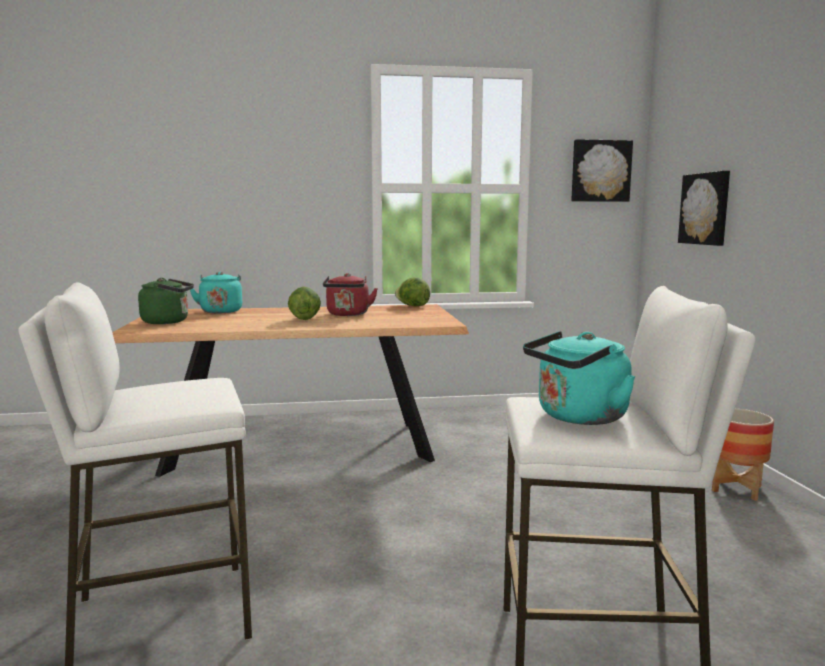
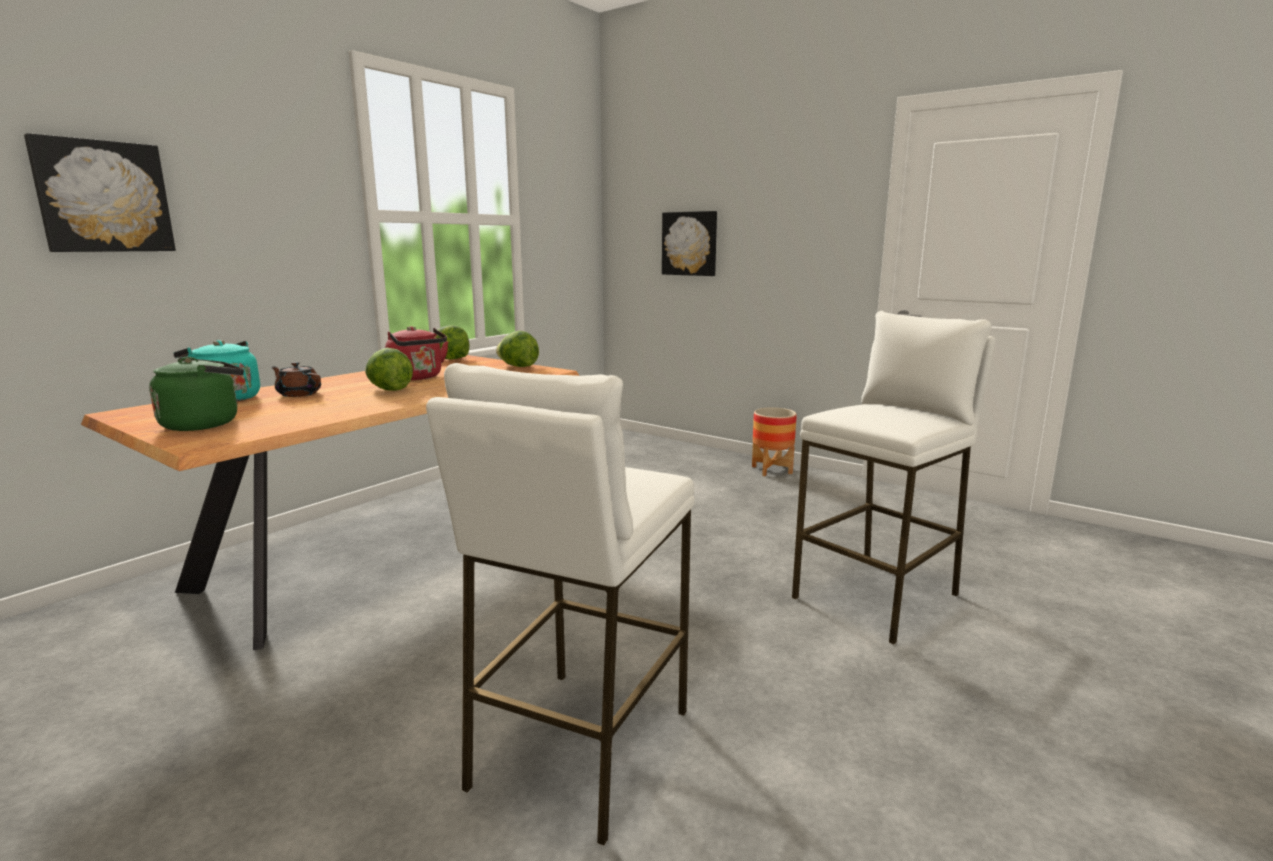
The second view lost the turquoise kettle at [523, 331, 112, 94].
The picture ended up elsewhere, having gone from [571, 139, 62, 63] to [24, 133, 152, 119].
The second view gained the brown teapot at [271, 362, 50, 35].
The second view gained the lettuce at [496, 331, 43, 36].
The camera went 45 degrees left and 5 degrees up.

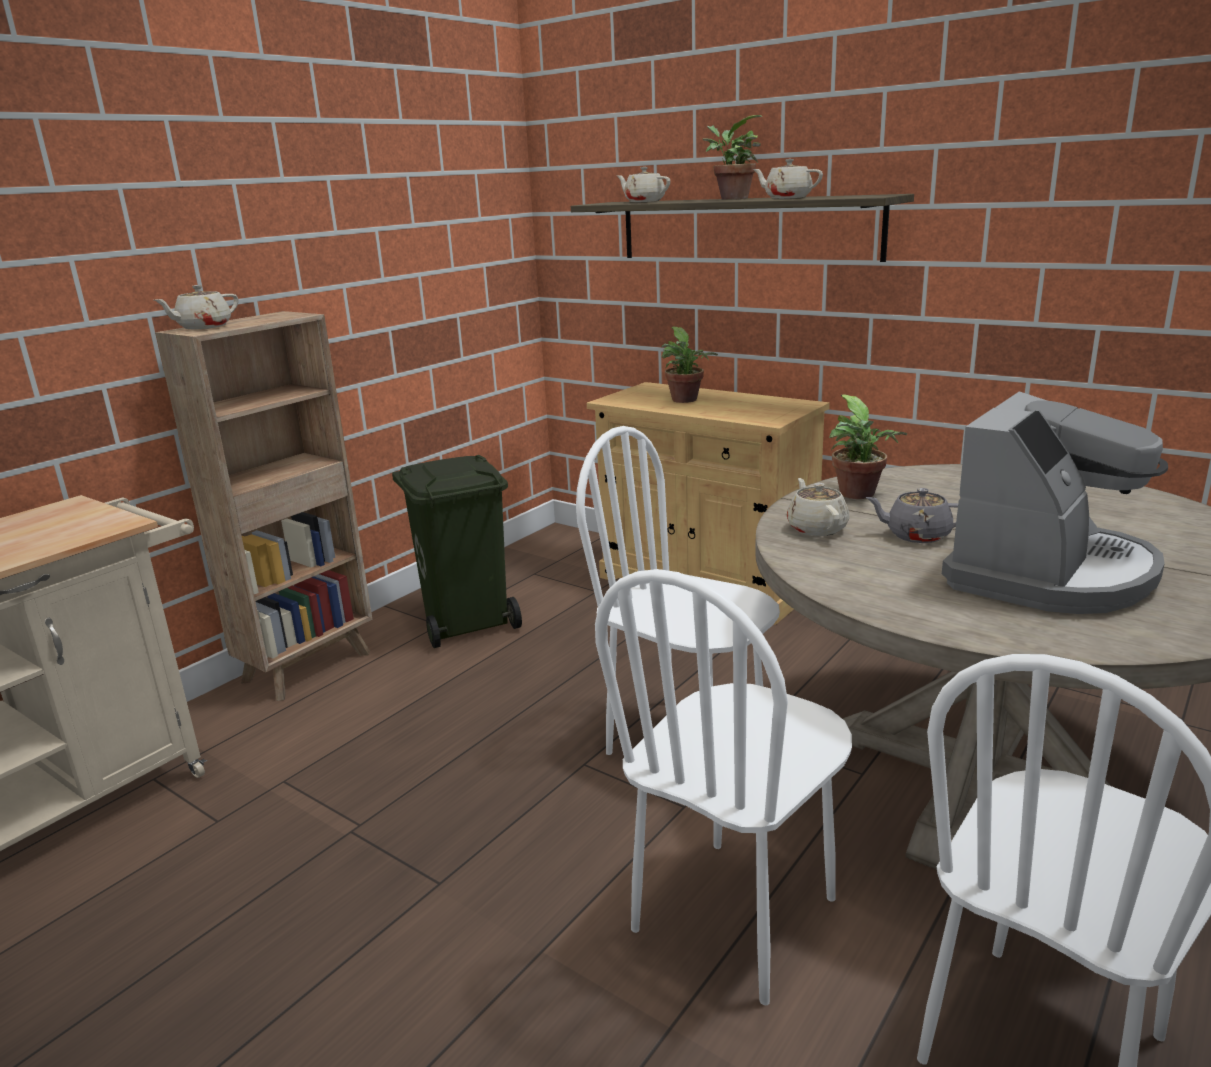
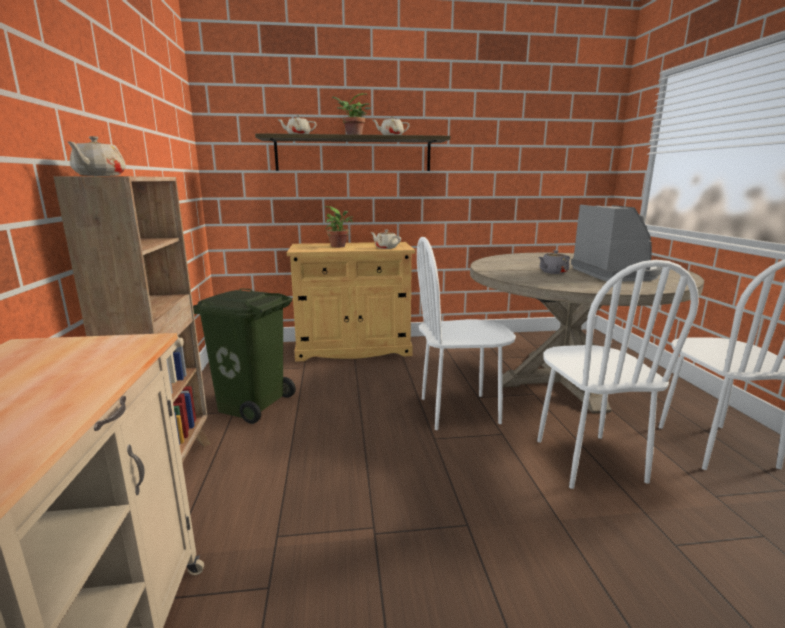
The beige teapot ended up elsewhere, having gone from [787, 478, 63, 58] to [371, 230, 30, 19].
The second view lost the potted plant at [829, 394, 78, 105].
The camera went 45 degrees left and 5 degrees down.

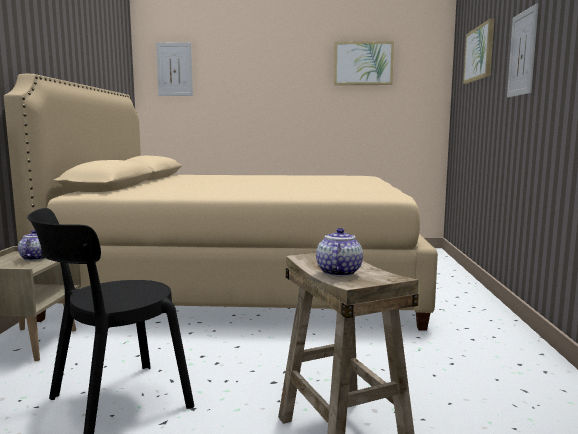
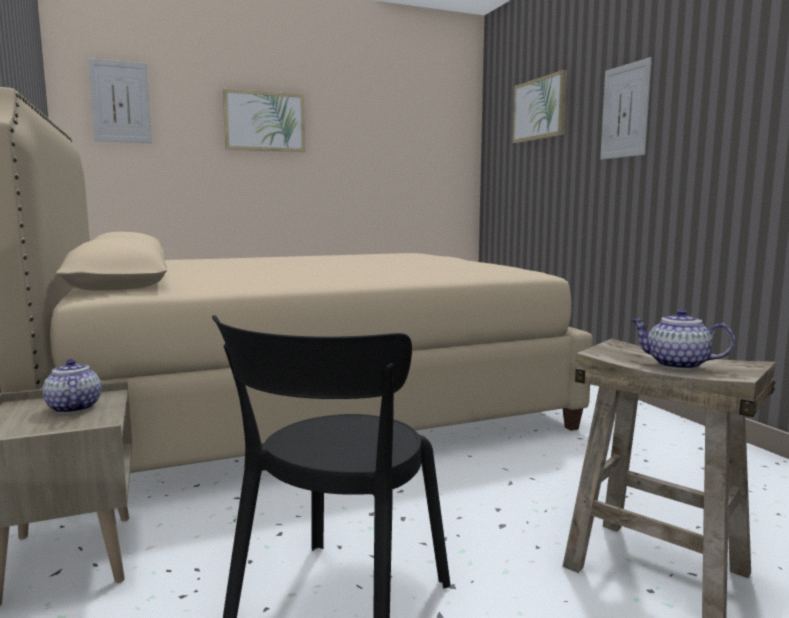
The teapot at [316, 228, 47, 49] ended up facing another way, 45 degrees counterclockwise from before.
The picture ended up elsewhere, having gone from [334, 41, 60, 44] to [223, 89, 82, 63].
The camera went 25 degrees left and 0 degrees up.

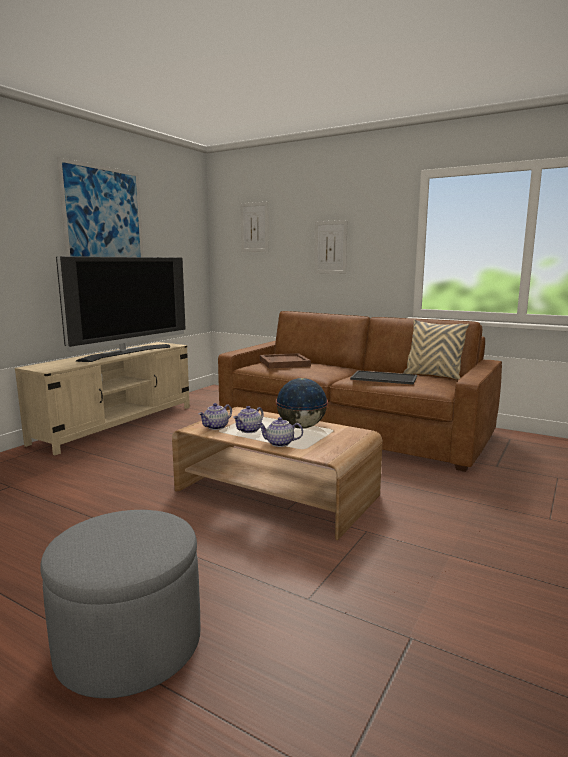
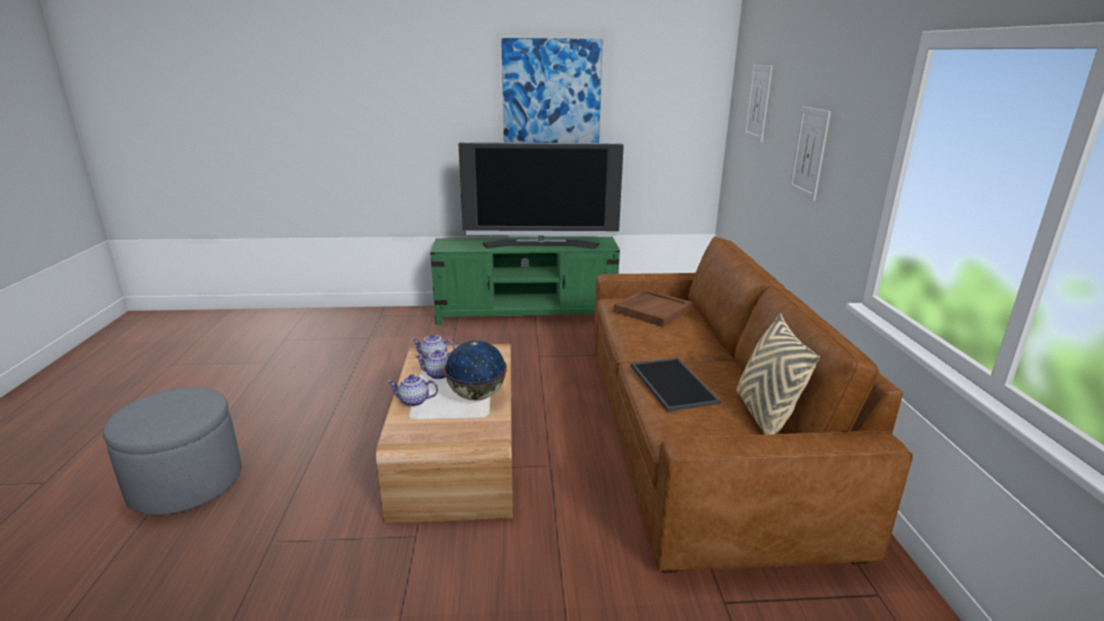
What was the beige tv stand at [15, 342, 175, 113] turned into the green tv stand at [430, 237, 190, 88].
The teapot at [257, 417, 46, 30] ended up facing another way, 60 degrees counterclockwise from before.
The camera went 55 degrees right and 10 degrees up.

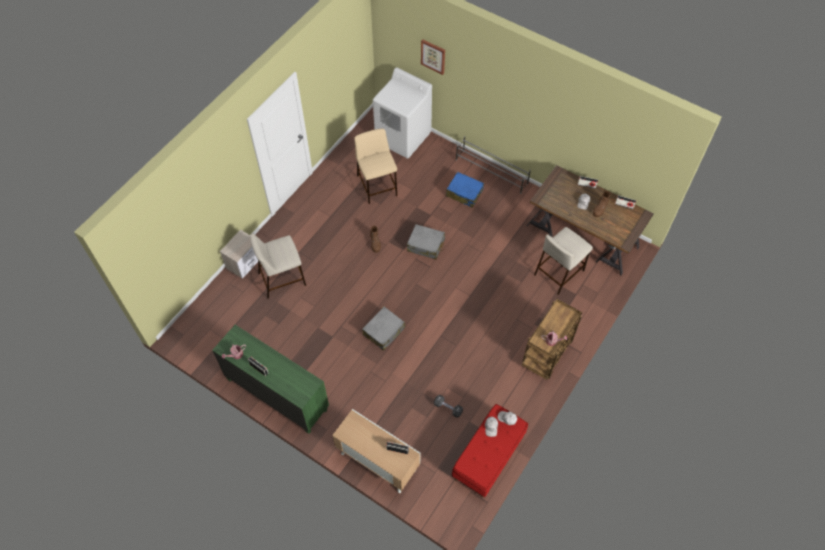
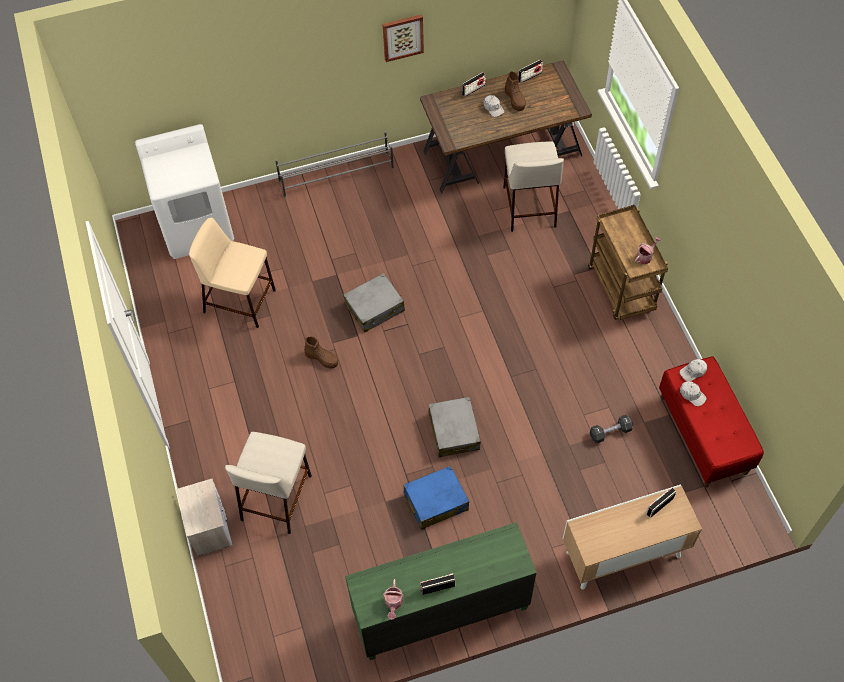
The picture ended up elsewhere, having gone from [421, 39, 24, 36] to [383, 14, 41, 48].
The blue suitcase ended up elsewhere, having gone from [446, 172, 38, 36] to [404, 466, 65, 64].
The camera went 50 degrees left and 0 degrees up.

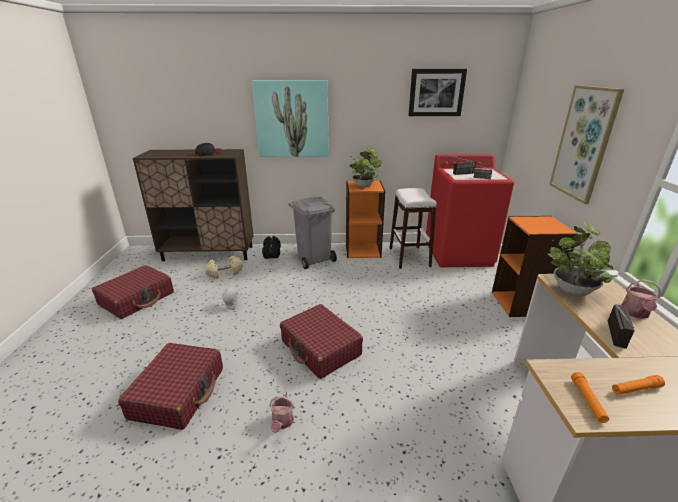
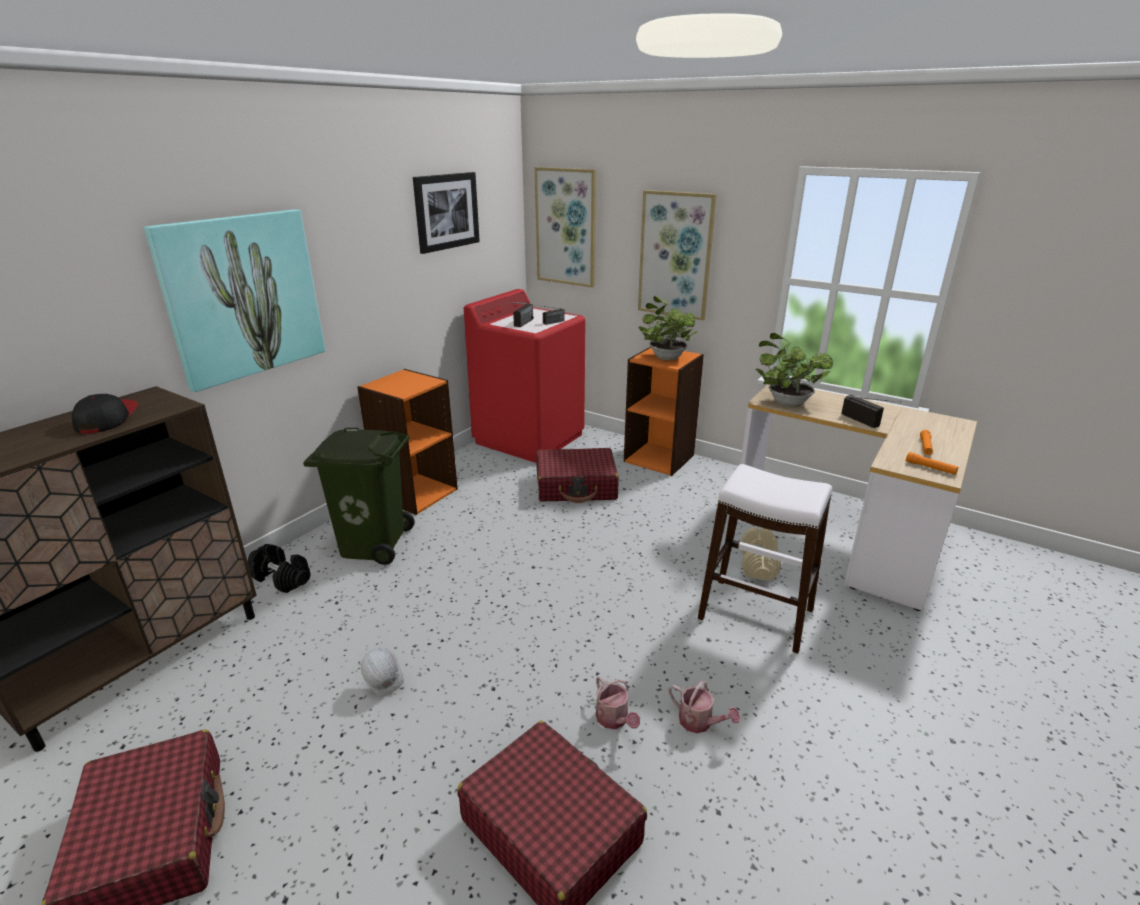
The beige dumbbell ended up elsewhere, having gone from [205, 256, 38, 23] to [741, 527, 40, 53].
The red suitcase ended up elsewhere, having gone from [280, 304, 83, 75] to [536, 448, 83, 55].
What was the grey trash can at [288, 197, 49, 72] turned into the green trash can at [303, 428, 112, 137].
The potted plant ended up elsewhere, having gone from [350, 147, 32, 41] to [638, 296, 60, 65].
The white stool ended up elsewhere, having gone from [390, 188, 47, 81] to [698, 464, 134, 190].
The watering can ended up elsewhere, having gone from [621, 279, 39, 40] to [596, 676, 44, 53].
The second view gained the picture at [535, 167, 61, 121].
The camera went 55 degrees left and 0 degrees up.

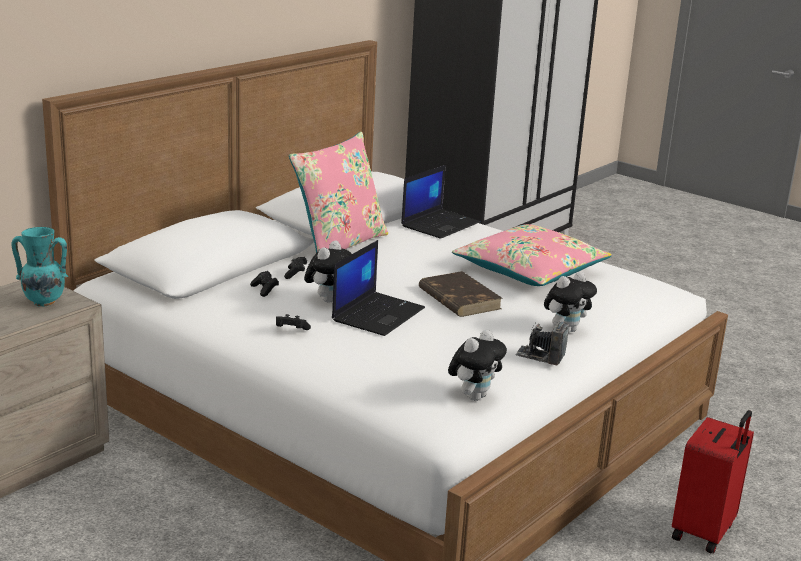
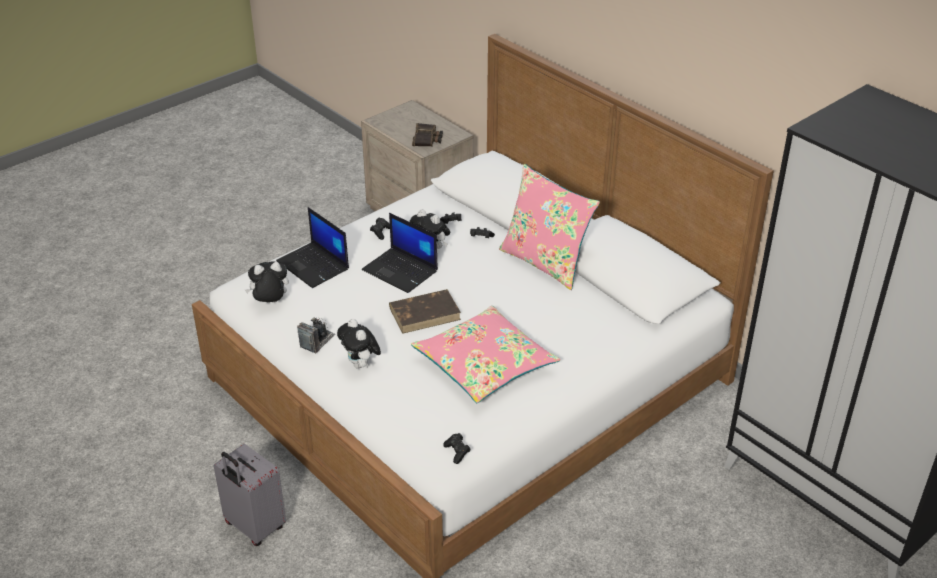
Where the turquoise vase stood at [11, 227, 57, 80], the binoculars came to stand at [412, 123, 31, 24].
The laptop ended up elsewhere, having gone from [401, 165, 79, 74] to [276, 207, 73, 81].
The plush toy at [448, 330, 59, 71] ended up facing another way, 120 degrees clockwise from before.
What was the red suitcase at [672, 410, 82, 144] turned into the grey suitcase at [213, 444, 73, 102].
The second view gained the black game controller at [443, 433, 28, 31].
The camera went 100 degrees right and 15 degrees up.

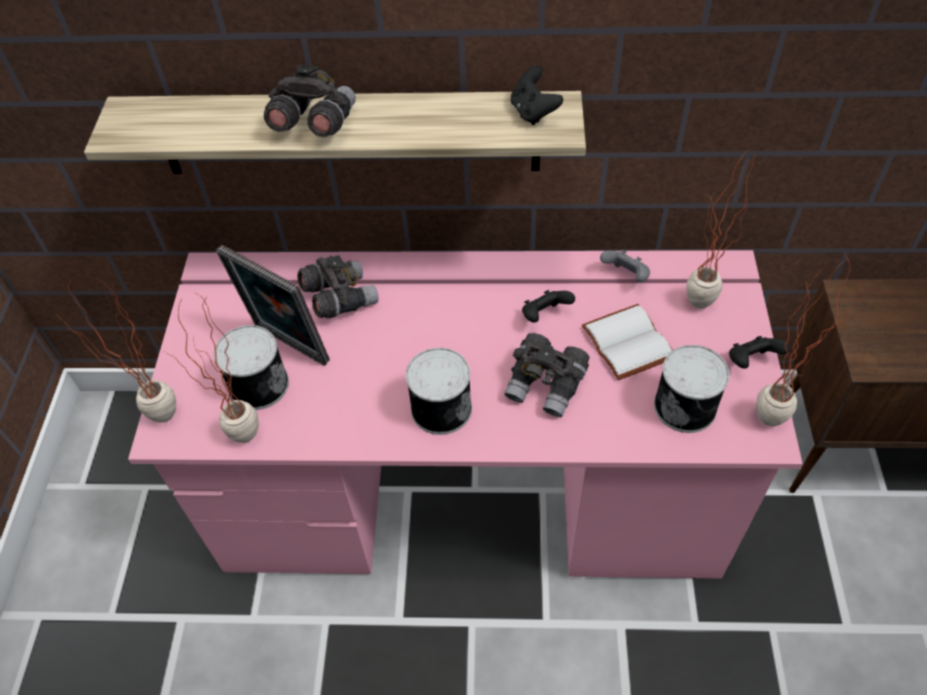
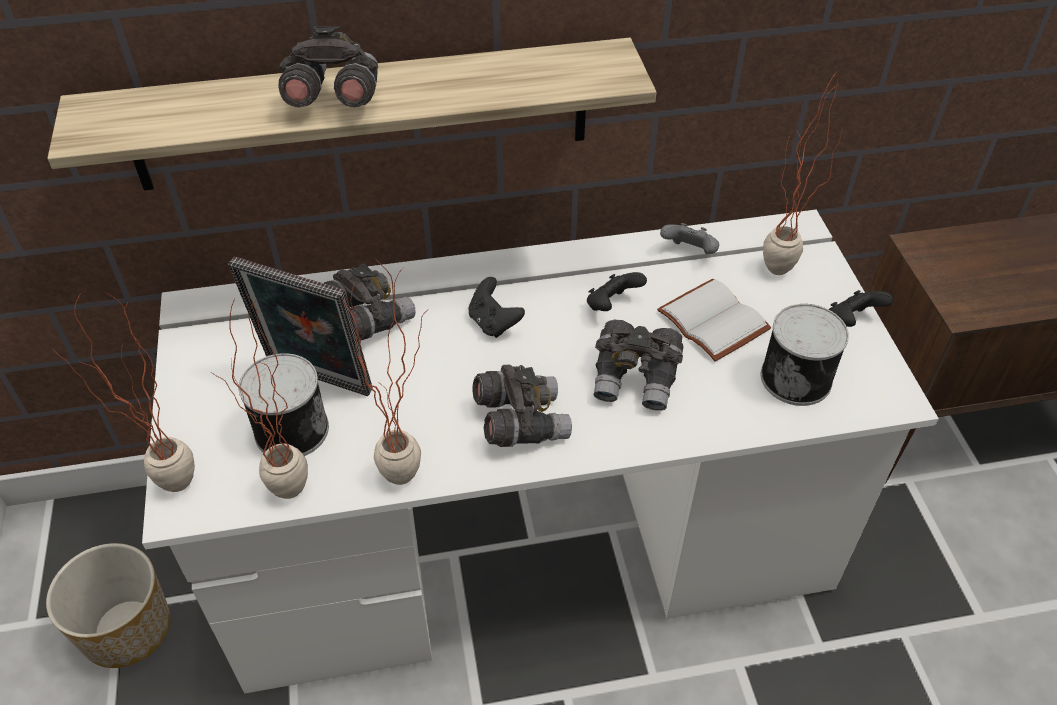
What was the pink desk at [128, 250, 675, 329] turned into the white desk at [142, 210, 797, 483].
Where the can stood at [406, 348, 66, 87], the grey binoculars came to stand at [472, 365, 100, 82].
The black game controller ended up elsewhere, having gone from [511, 66, 52, 59] to [469, 277, 56, 61].
The potted plant ended up elsewhere, having gone from [756, 253, 112, 173] to [344, 260, 82, 225].
The second view gained the planter at [46, 543, 124, 125].
The camera went 15 degrees left and 5 degrees down.

